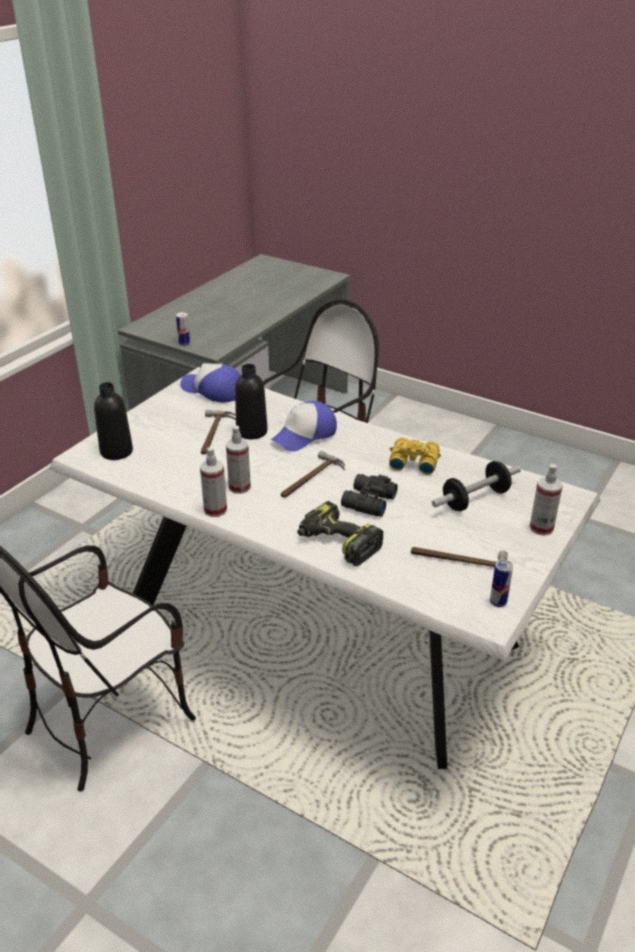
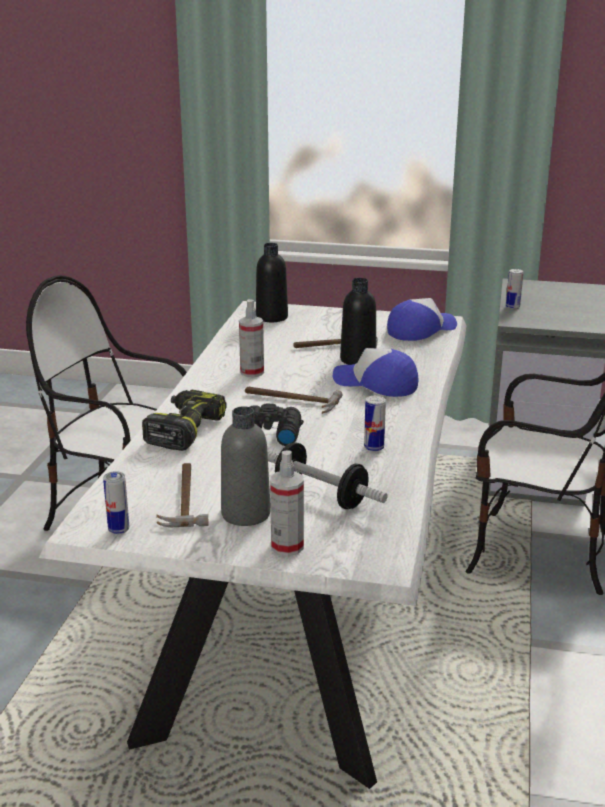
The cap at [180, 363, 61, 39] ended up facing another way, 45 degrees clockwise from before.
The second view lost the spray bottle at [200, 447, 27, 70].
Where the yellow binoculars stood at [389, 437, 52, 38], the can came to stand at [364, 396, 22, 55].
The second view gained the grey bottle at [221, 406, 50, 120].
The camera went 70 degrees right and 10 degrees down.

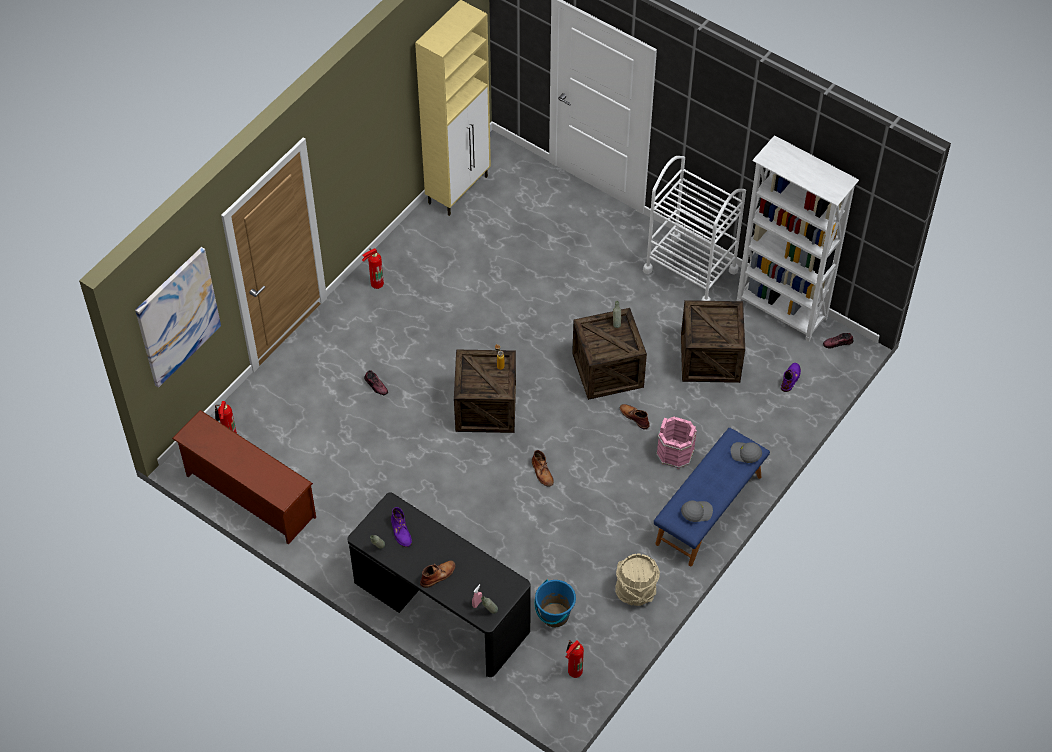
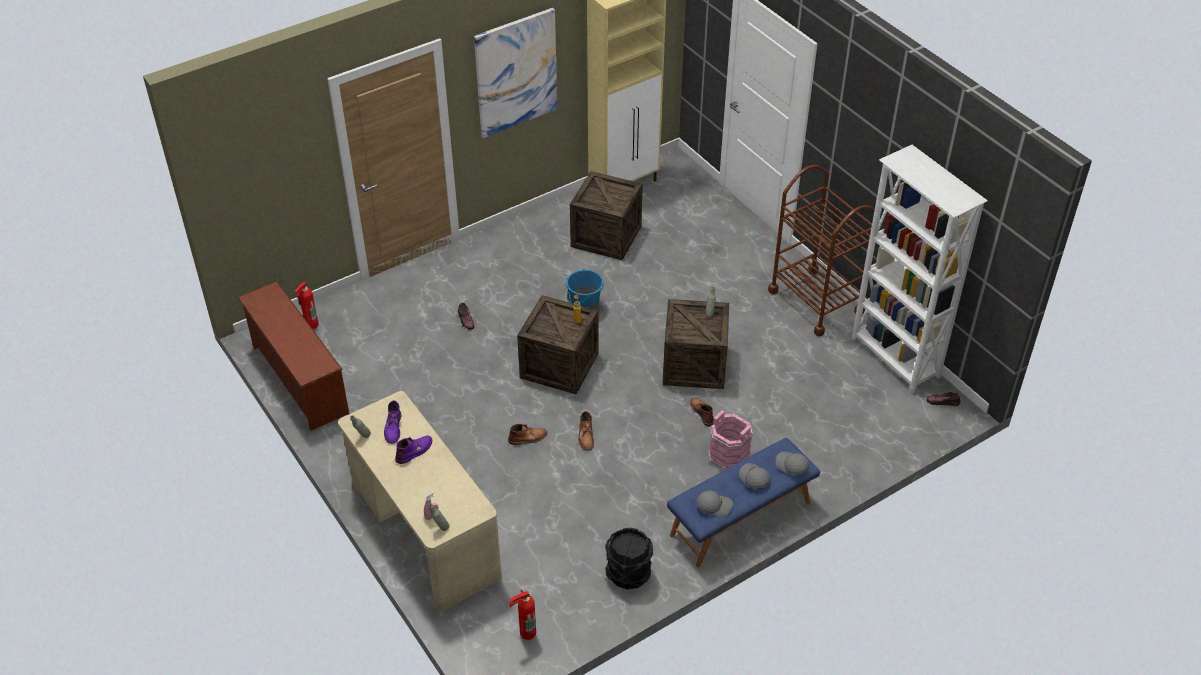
The picture ended up elsewhere, having gone from [135, 247, 86, 141] to [474, 8, 84, 130].
What was the black desk at [347, 492, 184, 185] turned into the beige desk at [338, 391, 164, 221].
The second view lost the fire extinguisher at [362, 248, 22, 41].
The brown boot ended up elsewhere, having gone from [420, 561, 36, 27] to [508, 424, 39, 21].
The blue bucket ended up elsewhere, having gone from [535, 579, 41, 48] to [566, 269, 38, 41].
What was the beige bucket at [615, 553, 45, 53] turned into the black bucket at [605, 528, 48, 61].
What was the white cart at [643, 156, 103, 145] turned into the brown cart at [768, 165, 107, 171].
The crate ended up elsewhere, having gone from [681, 300, 64, 83] to [570, 171, 73, 89].
The purple boot ended up elsewhere, having gone from [781, 363, 20, 29] to [395, 436, 37, 28].
The second view gained the grey cap at [739, 463, 32, 25].
The camera went 20 degrees right and 10 degrees down.

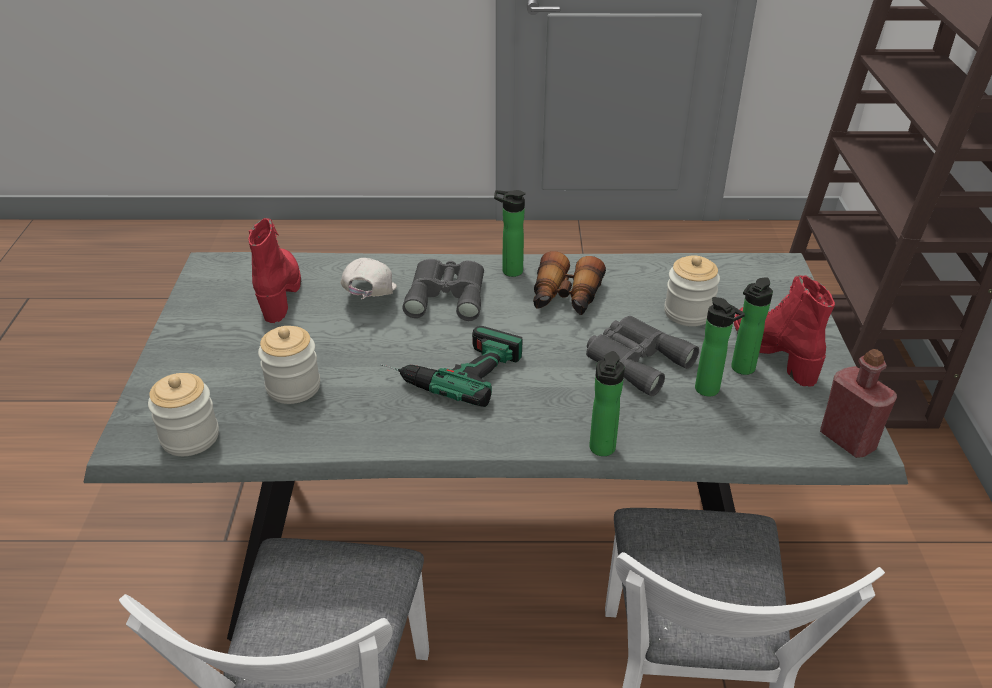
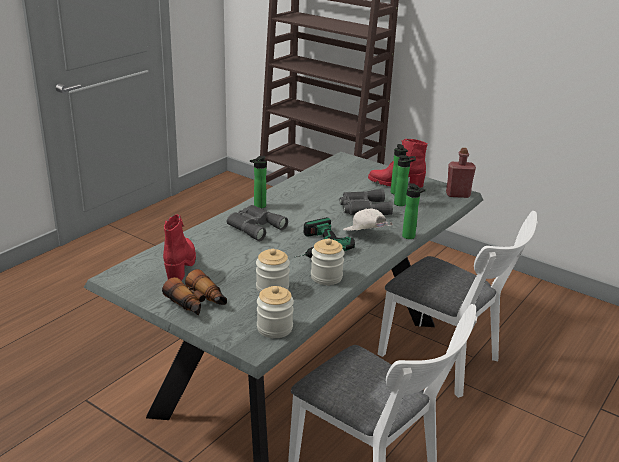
The red boot at [248, 218, 53, 105] ended up facing another way, 60 degrees clockwise from before.
The white cap ended up elsewhere, having gone from [340, 258, 57, 41] to [343, 209, 49, 21].
The binoculars ended up elsewhere, having gone from [533, 251, 73, 64] to [162, 269, 65, 47].
The jar ended up elsewhere, having gone from [664, 256, 56, 70] to [311, 238, 33, 47].
The camera went 55 degrees left and 10 degrees down.

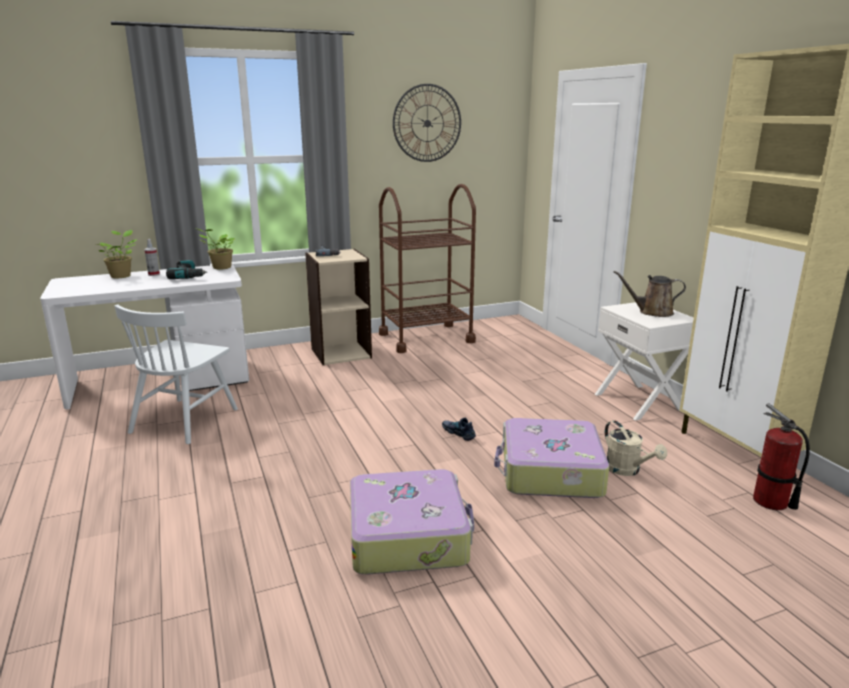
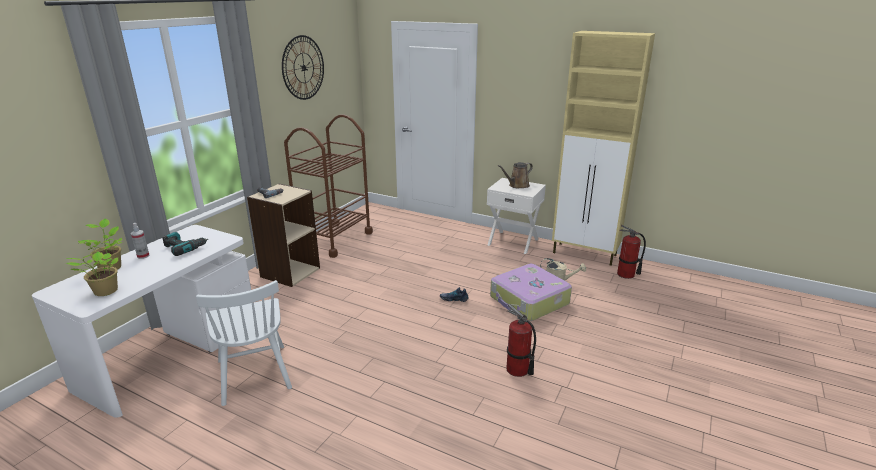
The potted plant ended up elsewhere, having gone from [195, 228, 40, 42] to [65, 251, 54, 45].
Where the suitcase stood at [350, 469, 124, 106], the fire extinguisher came to stand at [506, 304, 30, 73].
The camera went 40 degrees left and 5 degrees up.

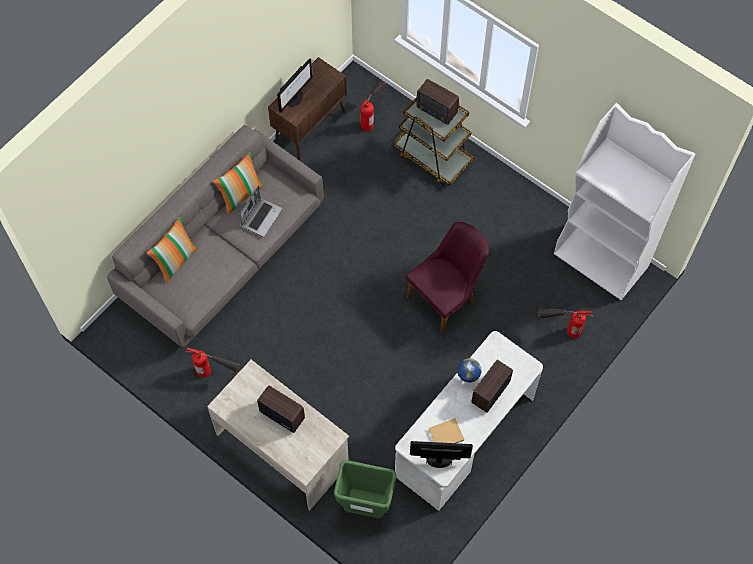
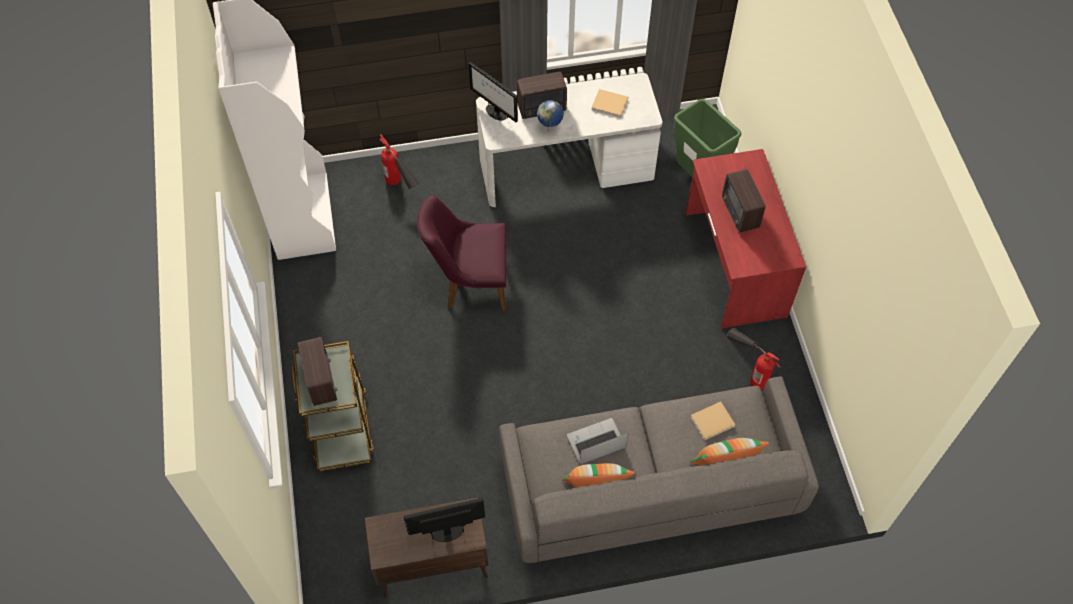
What was the beige desk at [207, 360, 142, 150] turned into the red desk at [686, 149, 120, 180].
The second view lost the fire extinguisher at [360, 80, 26, 51].
The monitor ended up elsewhere, having gone from [410, 441, 63, 27] to [468, 62, 50, 60].
The second view gained the beige book at [690, 402, 45, 38].
The camera went 140 degrees left and 5 degrees down.

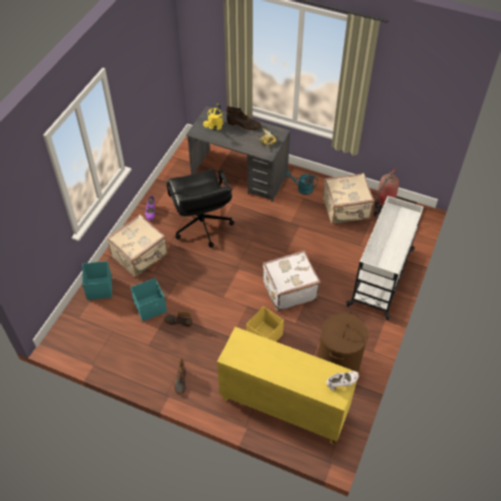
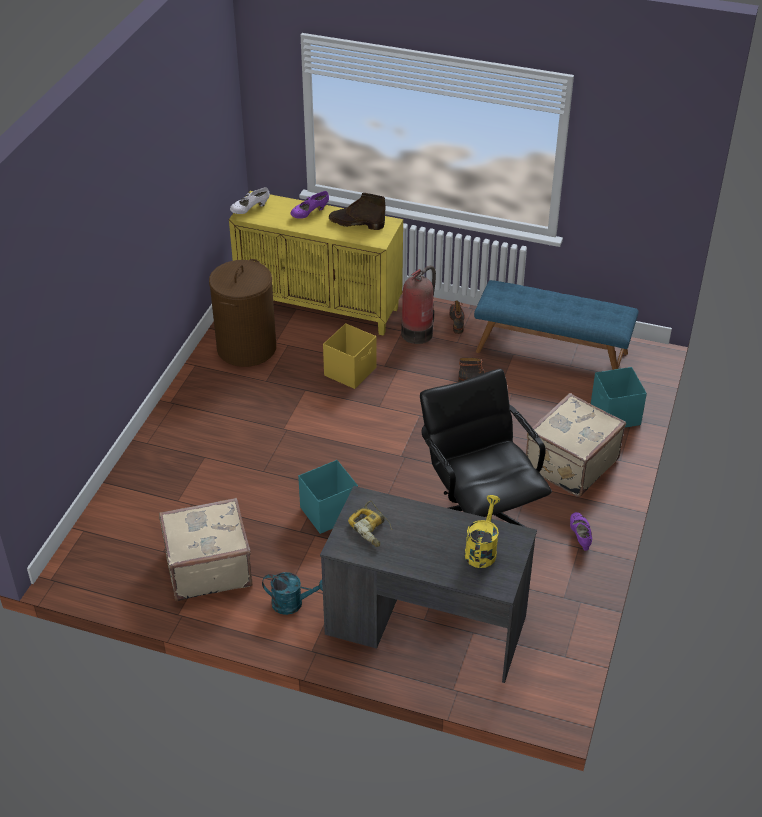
The turquoise storage box ended up elsewhere, having gone from [130, 278, 37, 43] to [298, 460, 60, 74].
The brown boot ended up elsewhere, having gone from [226, 106, 35, 24] to [329, 193, 56, 37].
The second view lost the white suitcase at [263, 250, 57, 61].
The second view lost the white cart at [346, 196, 78, 124].
The fire extinguisher ended up elsewhere, having gone from [374, 168, 25, 49] to [401, 266, 35, 78].
The second view gained the purple shoe at [290, 191, 39, 27].
The second view gained the blue bench at [474, 280, 165, 90].
The camera went 175 degrees right and 10 degrees down.

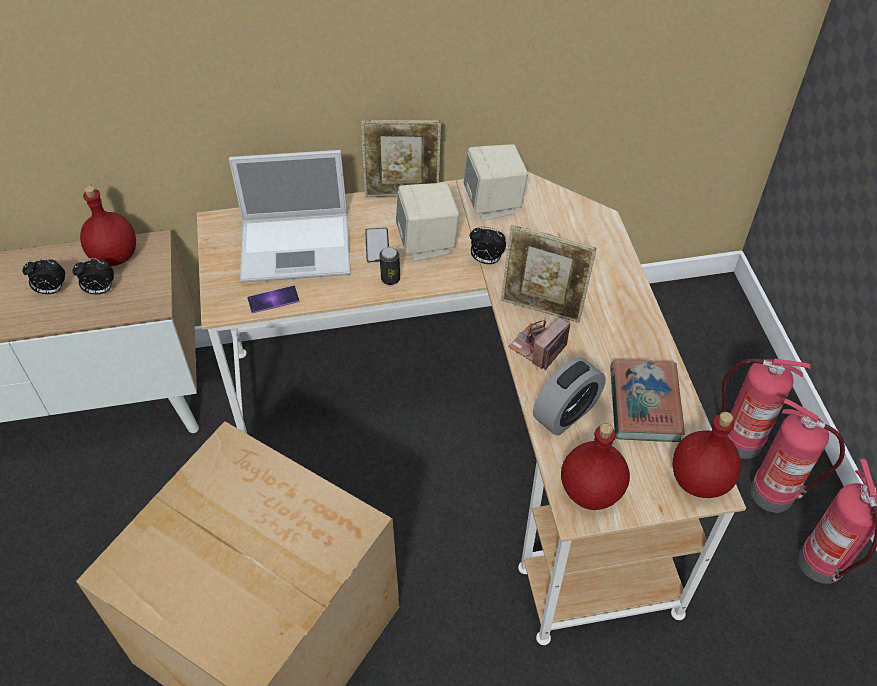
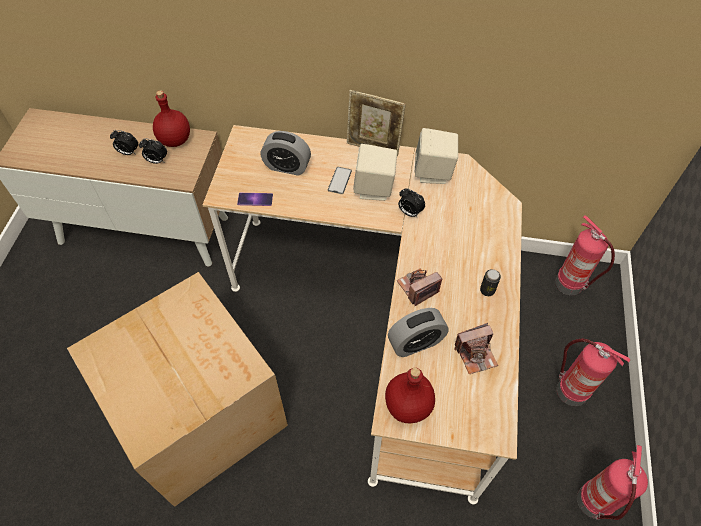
Where the laptop stood at [229, 150, 122, 133], the alarm clock came to stand at [261, 131, 50, 45].
The can ended up elsewhere, having gone from [379, 247, 21, 38] to [480, 269, 21, 27].
The second view lost the picture frame at [501, 225, 96, 98].
Where the book stood at [610, 360, 75, 82], the photo camera came to stand at [454, 323, 44, 51].
The second view lost the red bottle at [672, 412, 69, 86].
The fire extinguisher ended up elsewhere, having gone from [750, 399, 95, 113] to [555, 216, 60, 79].
The camera went 20 degrees right and 5 degrees up.

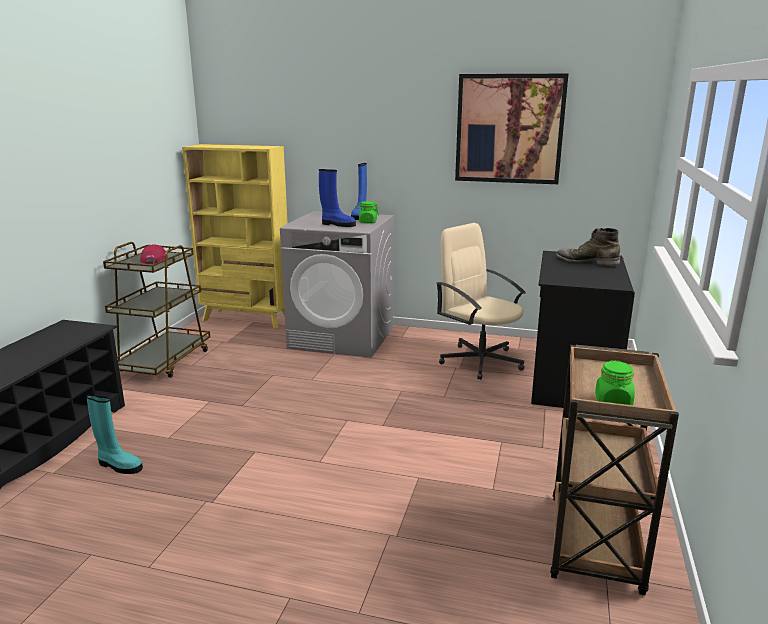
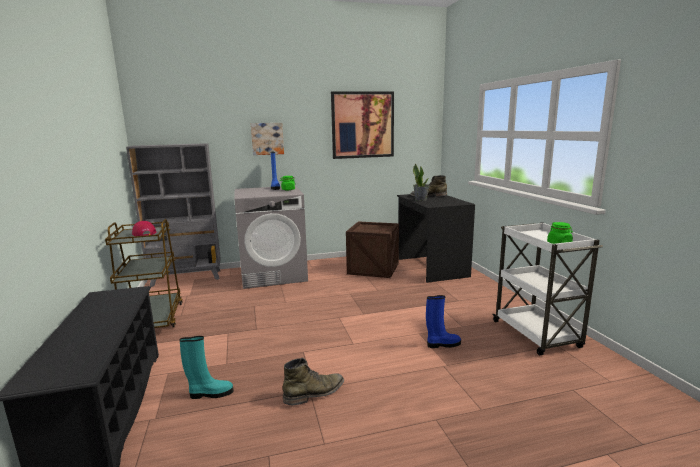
What was the yellow bookcase at [182, 144, 106, 185] turned into the grey bookcase at [126, 143, 95, 144].
The blue boot ended up elsewhere, having gone from [319, 169, 37, 58] to [426, 295, 35, 53].
Where the beige office chair stood at [436, 223, 90, 157], the crate came to stand at [346, 221, 53, 57].
What was the brown cart at [550, 345, 129, 250] turned into the white cart at [492, 222, 111, 133].
The second view gained the picture at [251, 123, 33, 32].
The second view gained the green boot at [282, 357, 62, 48].
The second view gained the potted plant at [413, 164, 17, 37].
The camera went 30 degrees left and 5 degrees down.

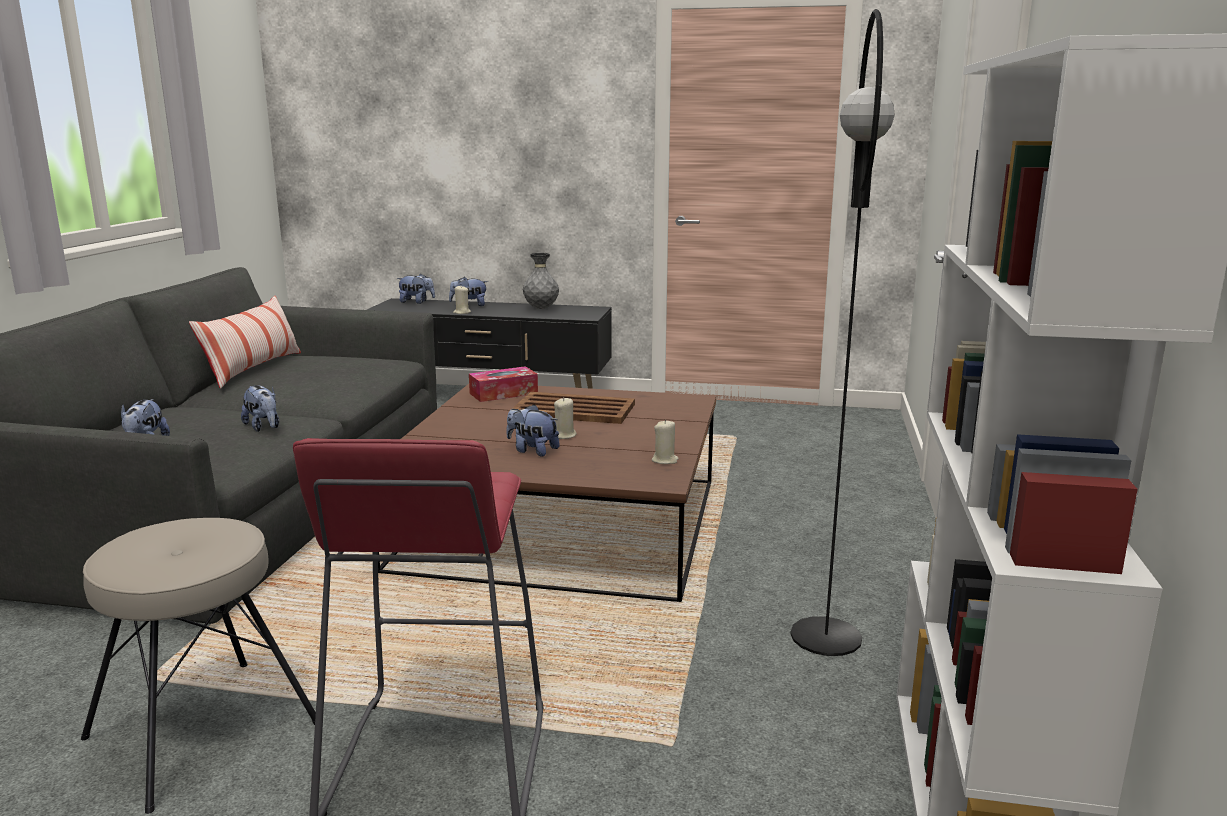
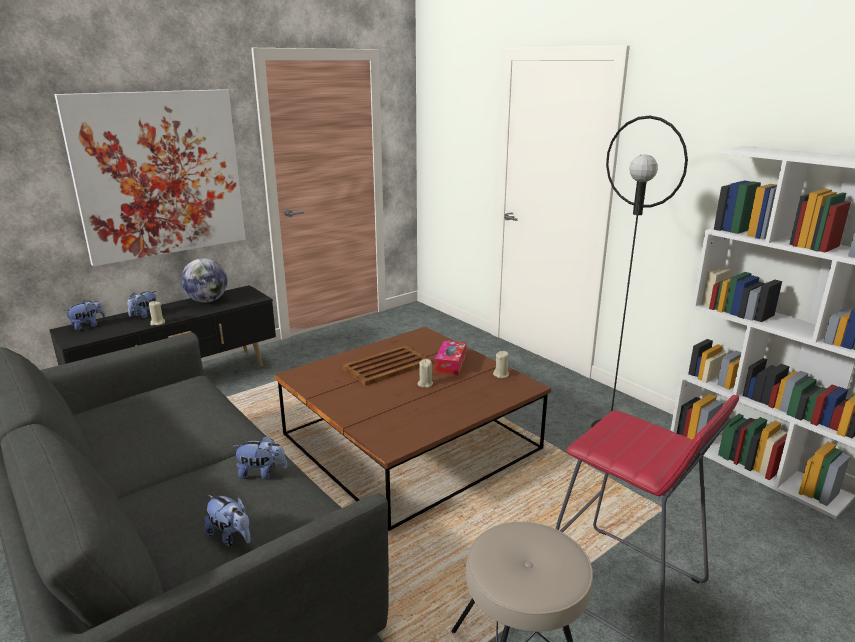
The second view lost the pillow at [189, 296, 112, 93].
The tissue box ended up elsewhere, having gone from [469, 366, 69, 36] to [435, 340, 31, 35].
The second view lost the plush toy at [506, 404, 54, 52].
Where the grey vase stood at [523, 253, 36, 56], the globe came to stand at [181, 258, 47, 45].
The second view gained the picture at [55, 89, 191, 177].
The camera went 50 degrees left and 5 degrees up.

